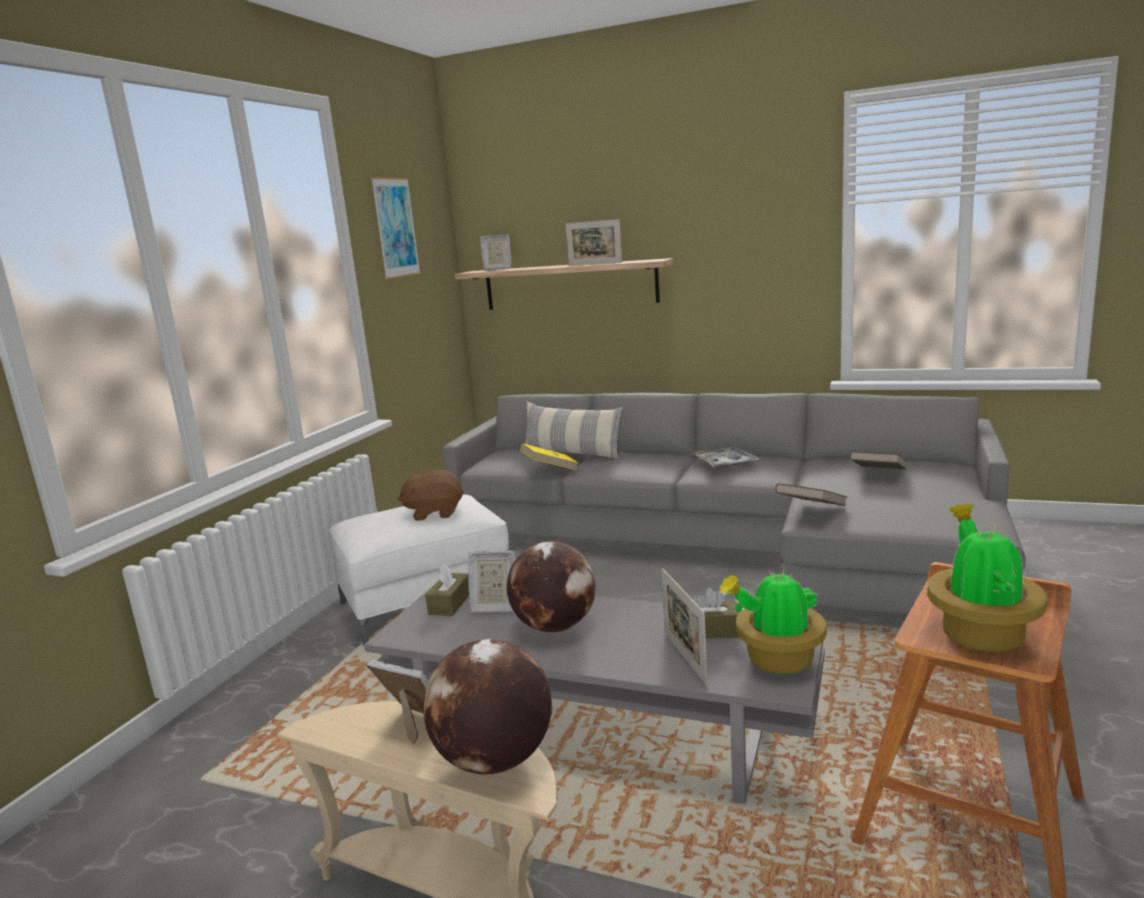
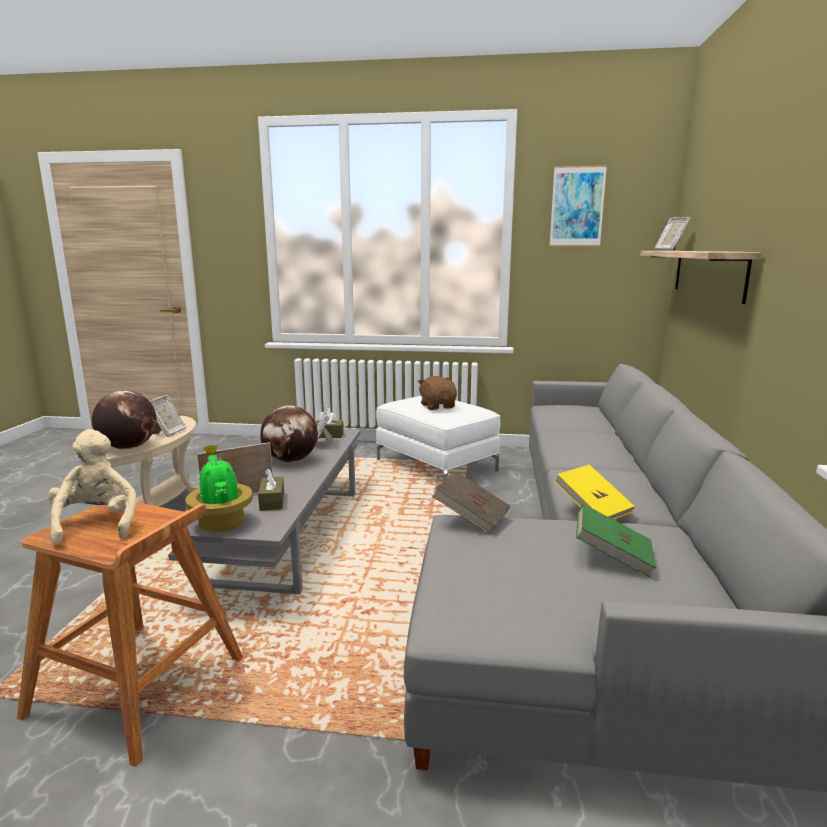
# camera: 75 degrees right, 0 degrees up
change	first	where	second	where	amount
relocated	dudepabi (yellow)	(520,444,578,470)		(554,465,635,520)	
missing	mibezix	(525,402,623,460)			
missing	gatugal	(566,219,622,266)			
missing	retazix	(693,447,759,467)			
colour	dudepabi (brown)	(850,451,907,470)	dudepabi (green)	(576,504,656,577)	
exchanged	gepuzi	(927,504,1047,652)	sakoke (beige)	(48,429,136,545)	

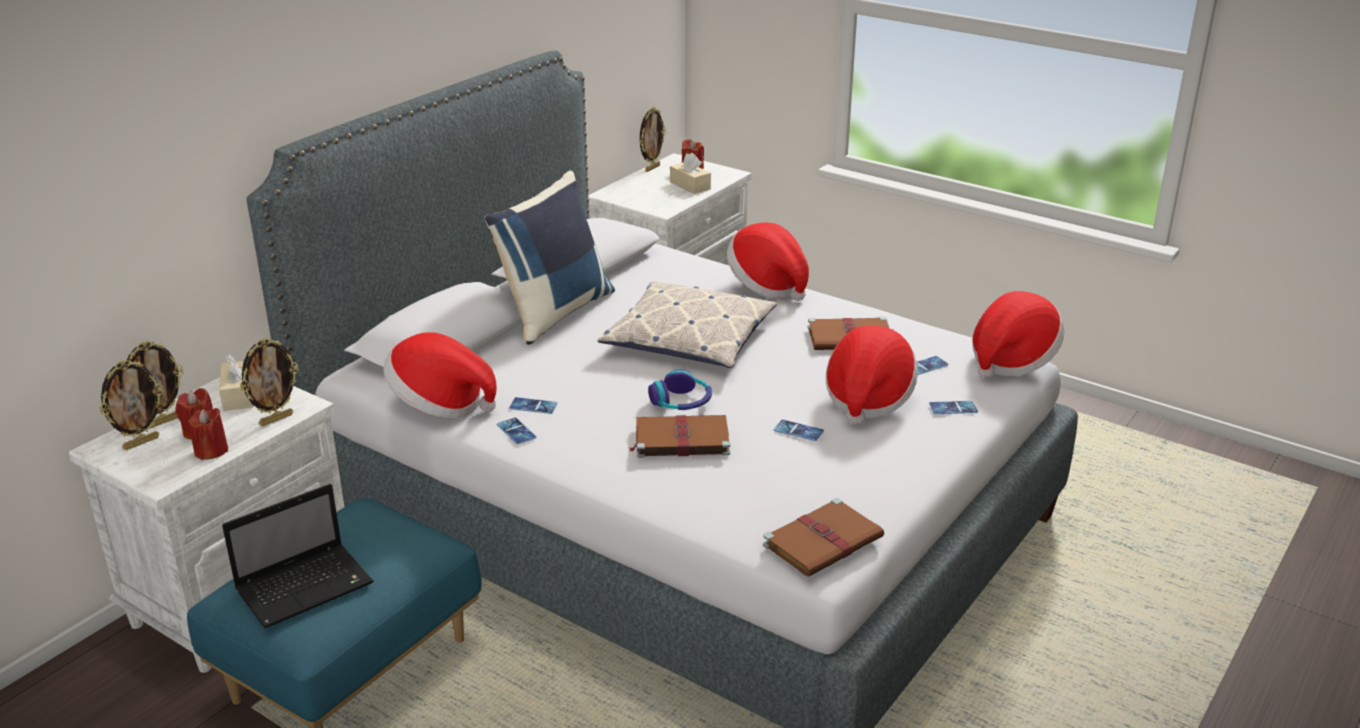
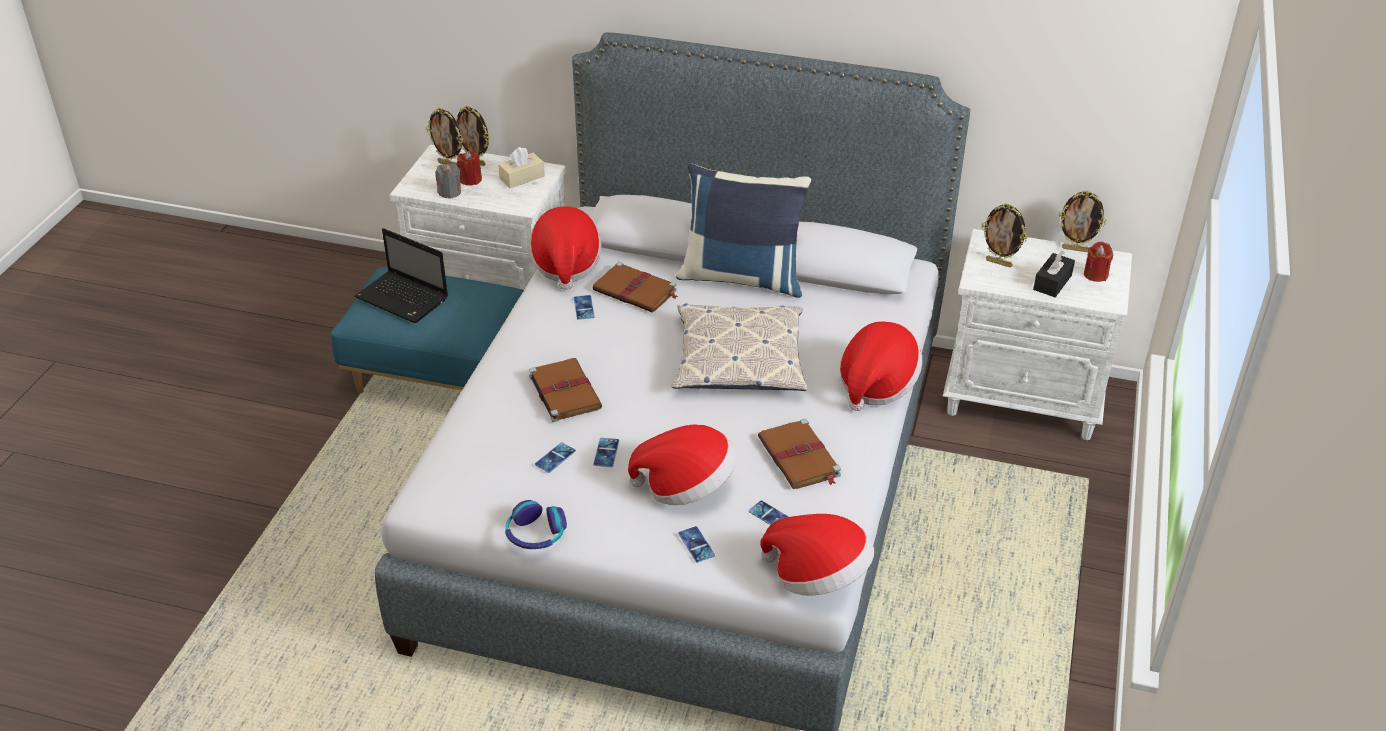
# camera: 70 degrees right, 10 degrees up
change	first	where	second	where	amount
colour	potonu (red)	(188,408,228,460)	potonu (grey)	(435,164,461,199)	
relocated	gatugal	(240,338,299,426)		(981,204,1027,267)	
relocated	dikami	(497,418,536,444)		(535,443,576,473)	
relocated	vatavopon	(648,370,712,410)		(505,500,567,549)	
colour	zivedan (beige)	(670,153,711,194)	zivedan (black)	(1033,251,1075,297)	
relocated	dudepabi (brown)	(763,498,884,577)		(593,262,679,312)	

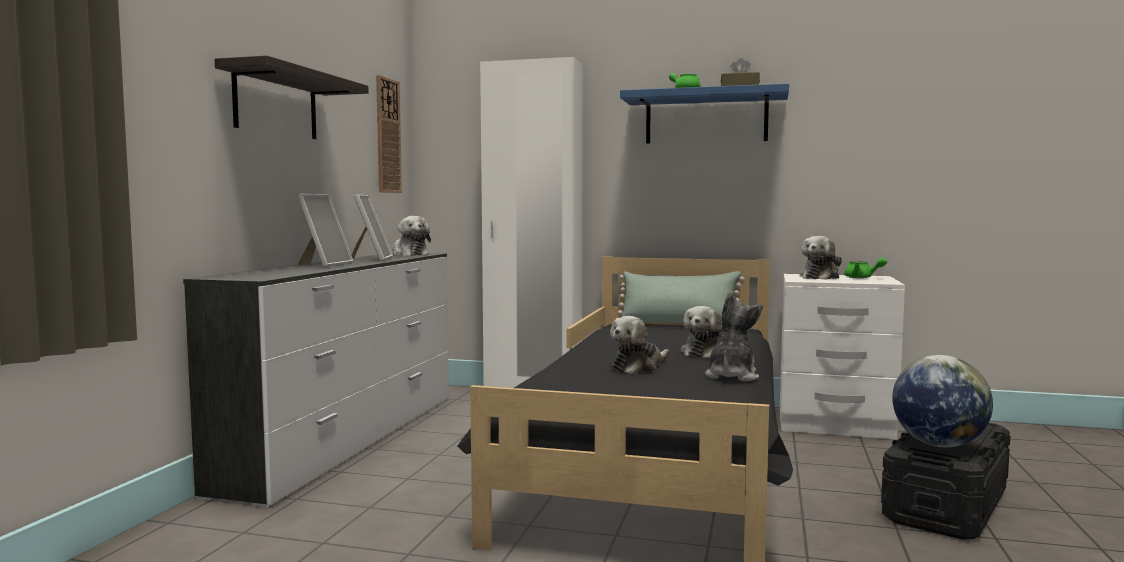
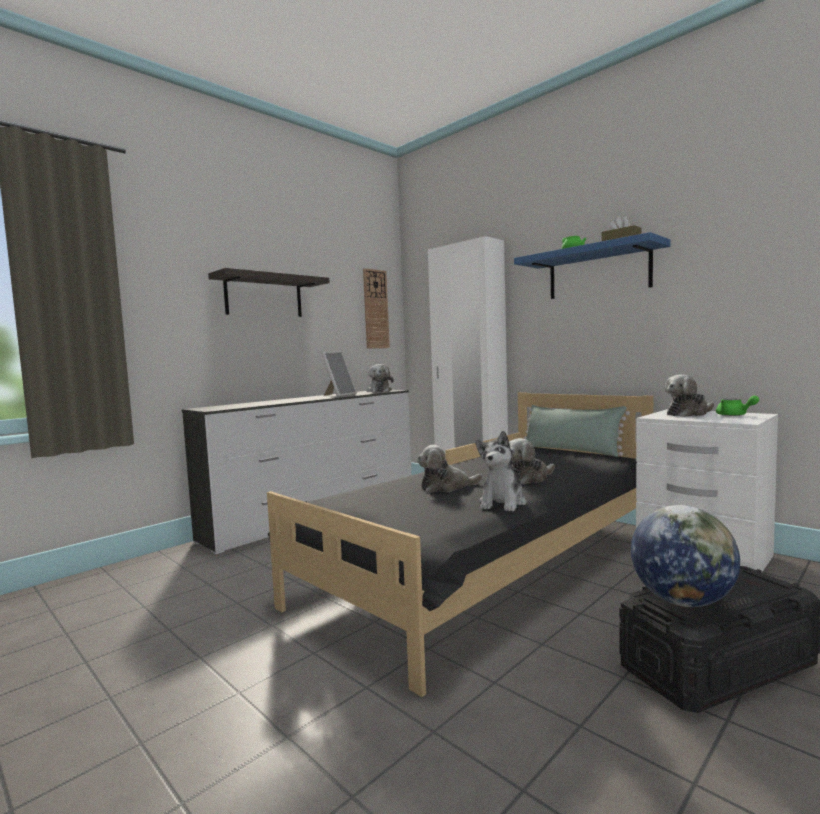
# camera: 30 degrees right, 0 degrees up
change	first	where	second	where	amount
missing	gatugal	(297,194,353,267)			
spun	sakoke	(705,291,763,381)		(475,431,526,511)	150 degrees clockwise

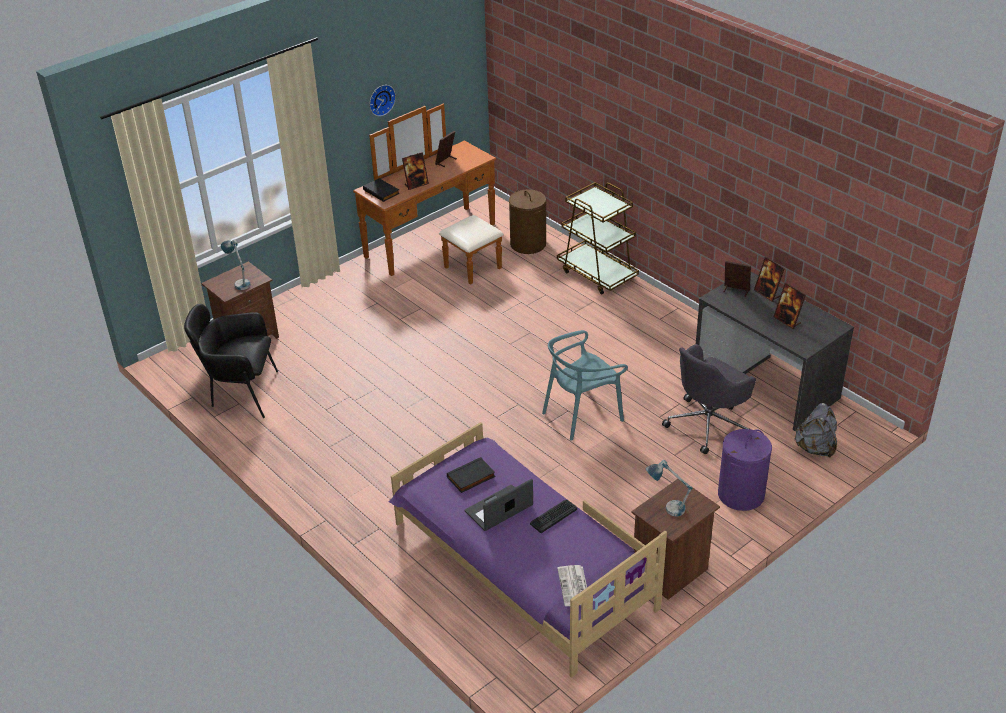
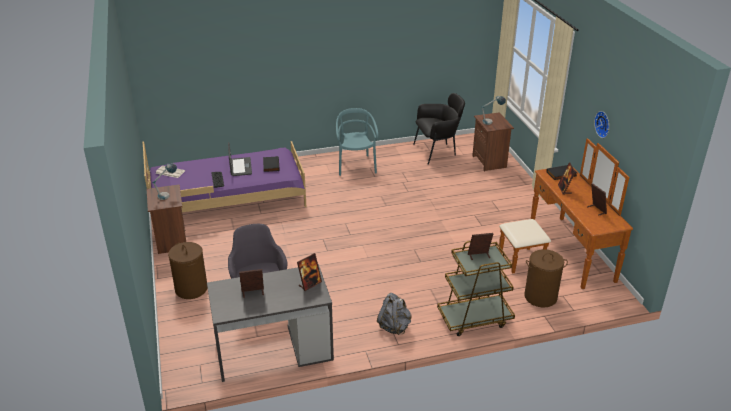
# camera: 115 degrees right, 5 degrees down
change	first	where	second	where	amount
spun	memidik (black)	(184,304,278,418)		(413,93,465,165)	45 degrees clockwise
relocated	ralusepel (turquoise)	(542,330,628,441)		(336,108,378,176)	
colour	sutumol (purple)	(718,429,772,511)	sutumol (brown)	(168,242,207,299)	
relocated	gatugal	(754,257,785,302)		(468,233,493,260)	
relocated	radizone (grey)	(795,403,837,458)		(377,293,412,335)	

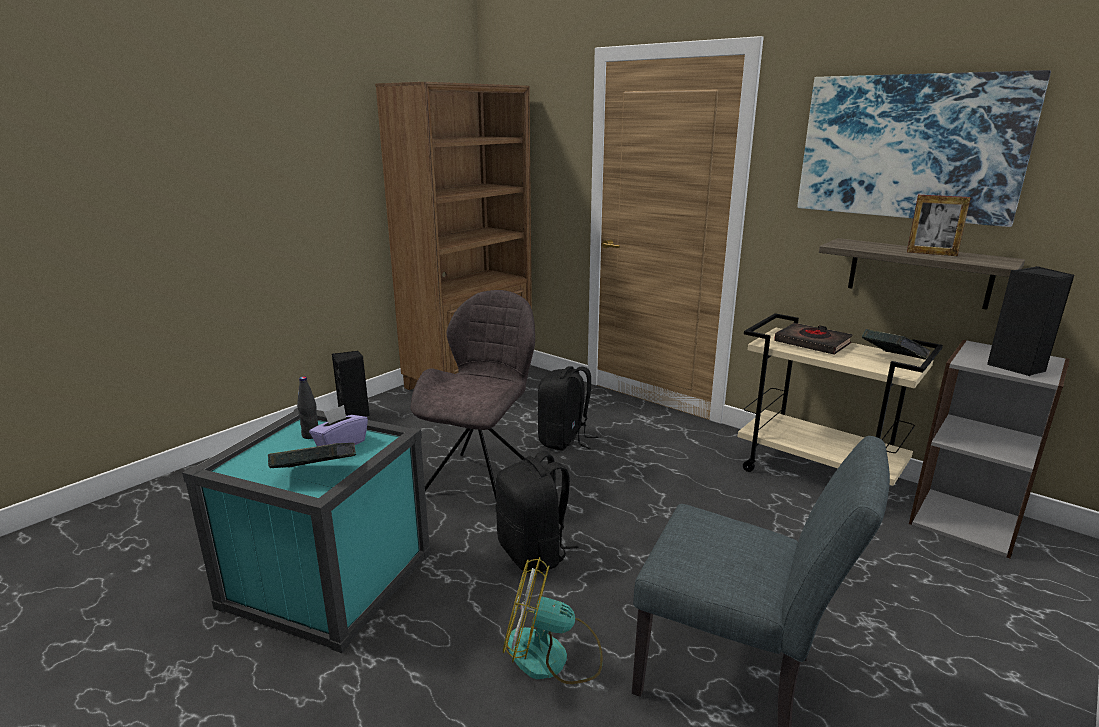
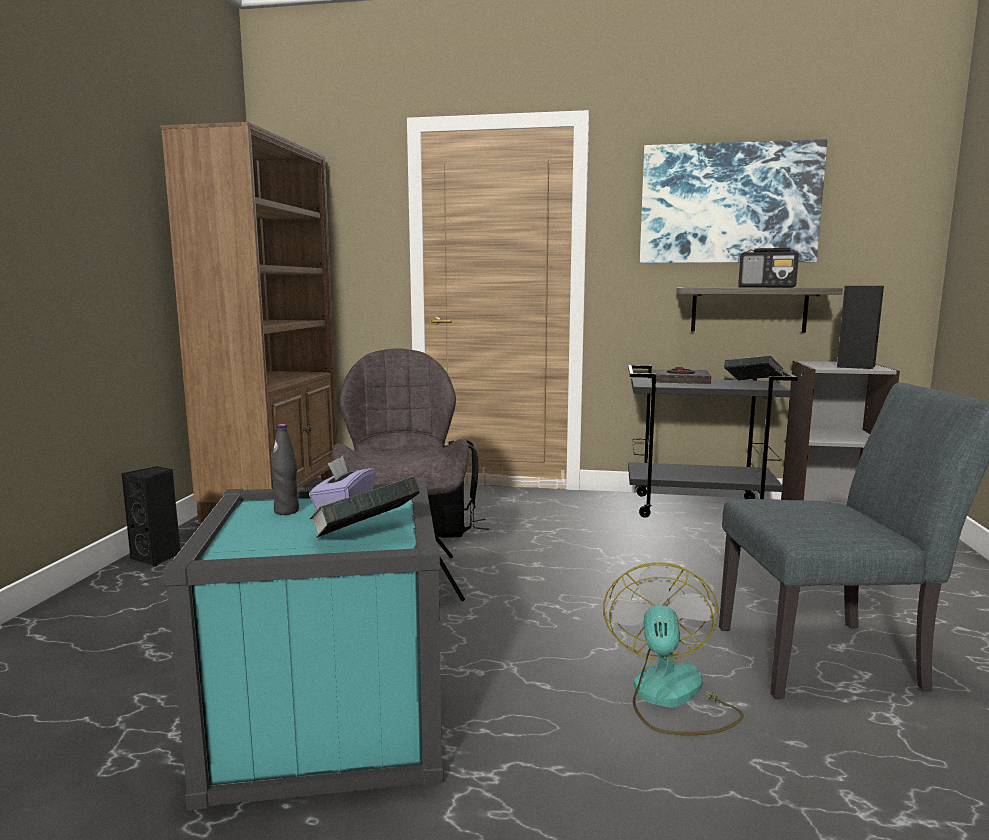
# camera: 30 degrees left, 10 degrees down
change	first	where	second	where	amount
missing	radizone (black)	(495,451,579,573)			
spun	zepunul	(503,557,603,684)		(603,562,744,735)	120 degrees clockwise
colour	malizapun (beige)	(738,313,943,486)	malizapun (black)	(628,365,798,518)	
exchanged	gatugal	(907,195,971,256)	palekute	(738,248,799,287)	

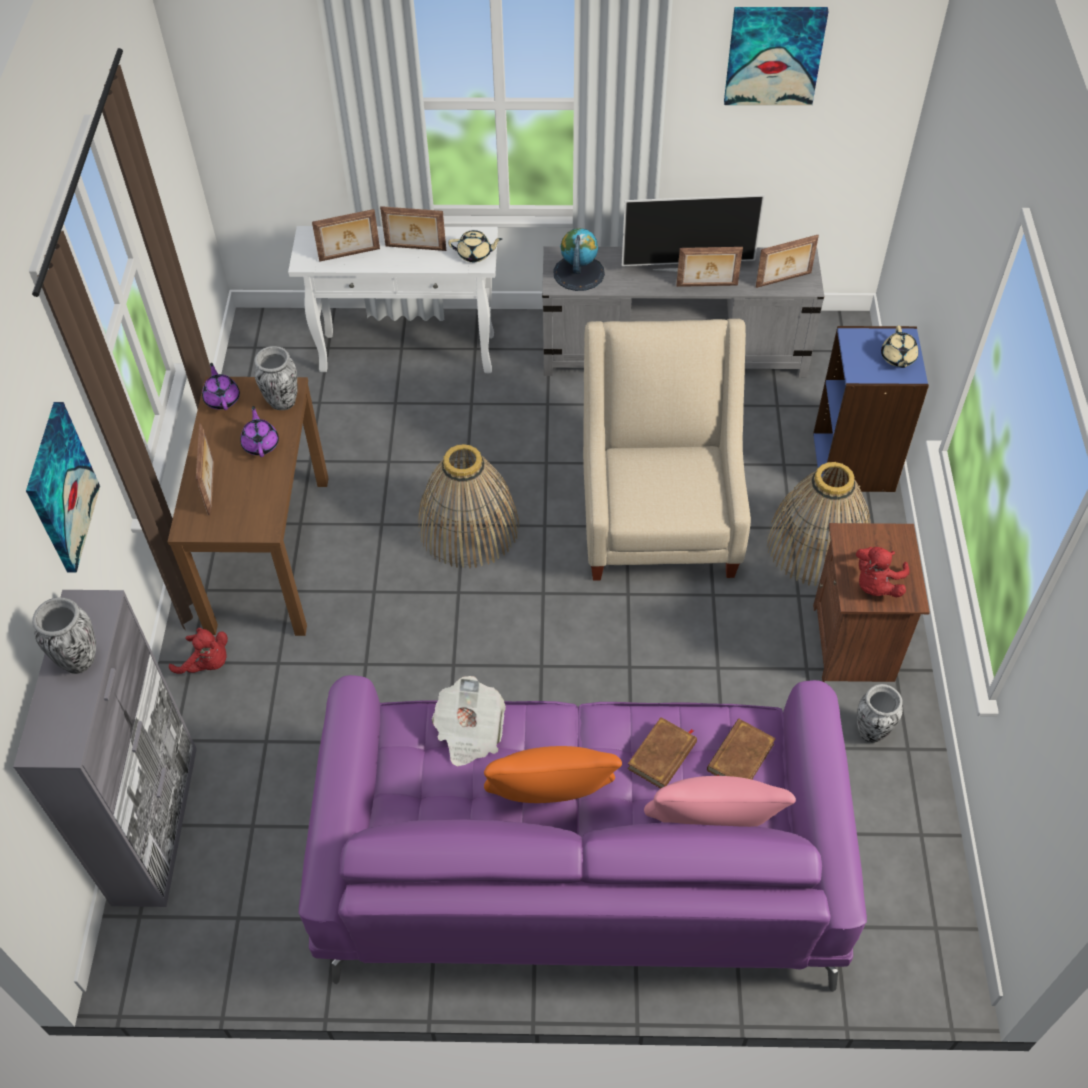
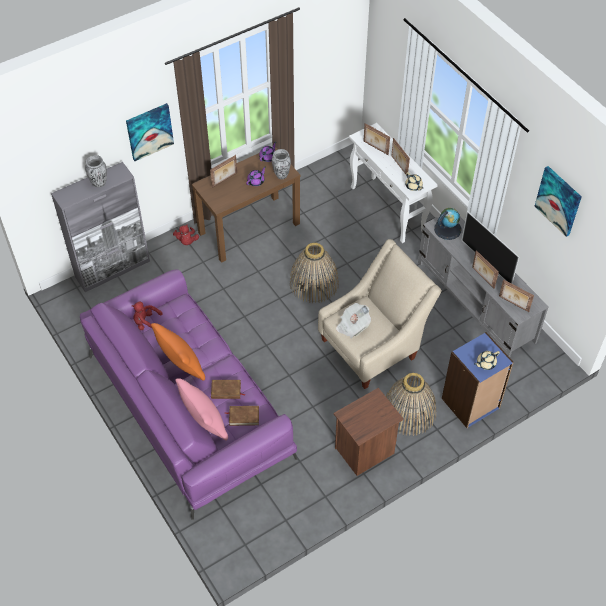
# camera: 55 degrees right, 0 degrees up
change	first	where	second	where	amount
relocated	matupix	(432,676,506,766)		(336,303,371,339)	
relocated	sakoke (red)	(856,547,910,597)		(132,302,162,330)	
missing	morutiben	(857,684,903,743)			

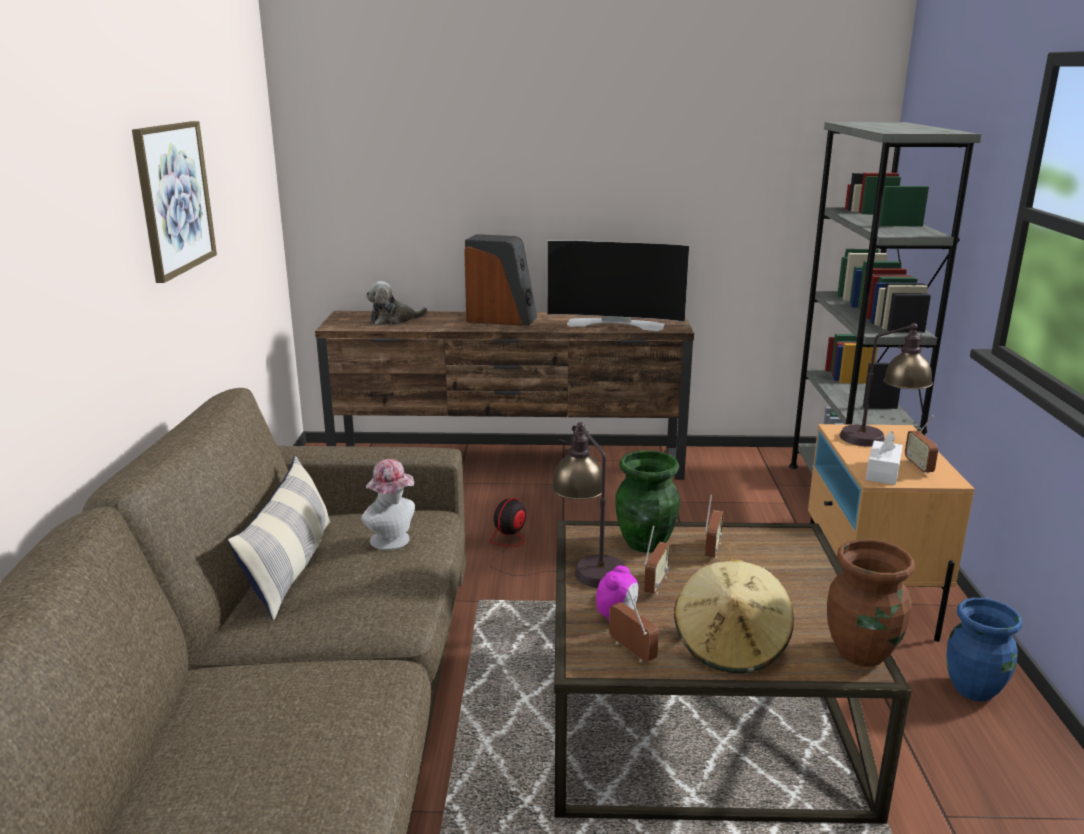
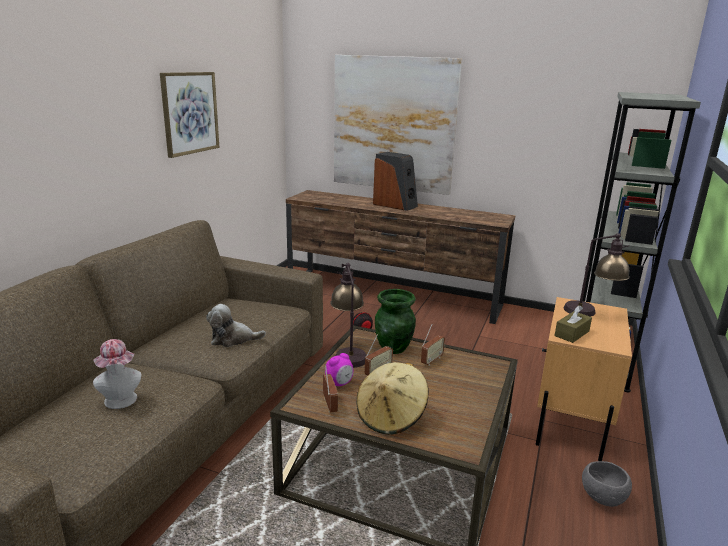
# camera: 20 degrees right, 0 degrees up
change	first	where	second	where	amount
missing	mibezix	(228,456,330,620)			
relocated	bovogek	(361,459,415,550)		(93,339,141,409)	
relocated	sakoke	(366,281,427,325)		(206,304,266,347)	
missing	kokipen	(547,240,690,331)			
missing	morutiben (brown)	(827,539,915,667)			
colour	zivedan (white)	(866,431,903,485)	zivedan (brown)	(555,306,592,343)	
missing	palekute	(905,415,938,474)			
exchanged	morutiben (blue)	(946,598,1022,701)	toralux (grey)	(582,461,632,507)	
appeared			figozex	(334,55,462,195)	

